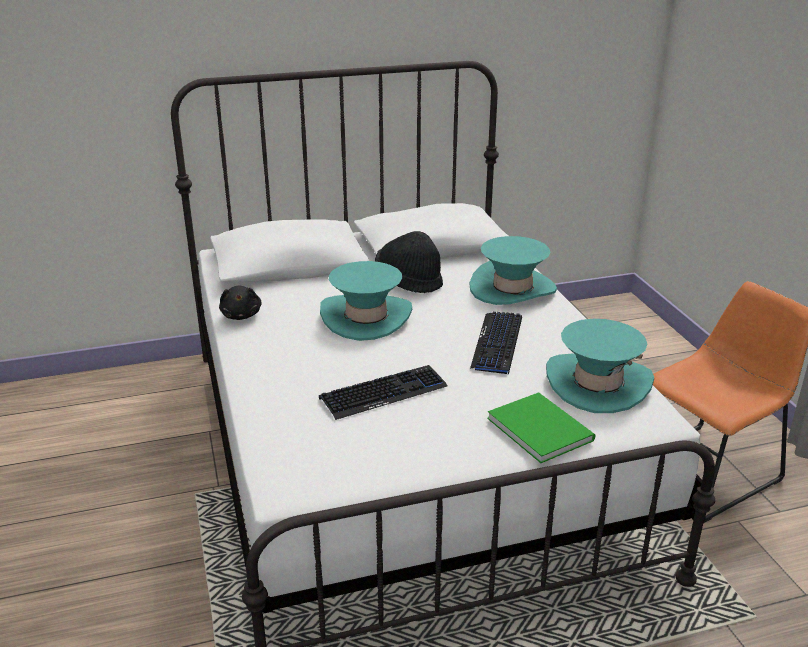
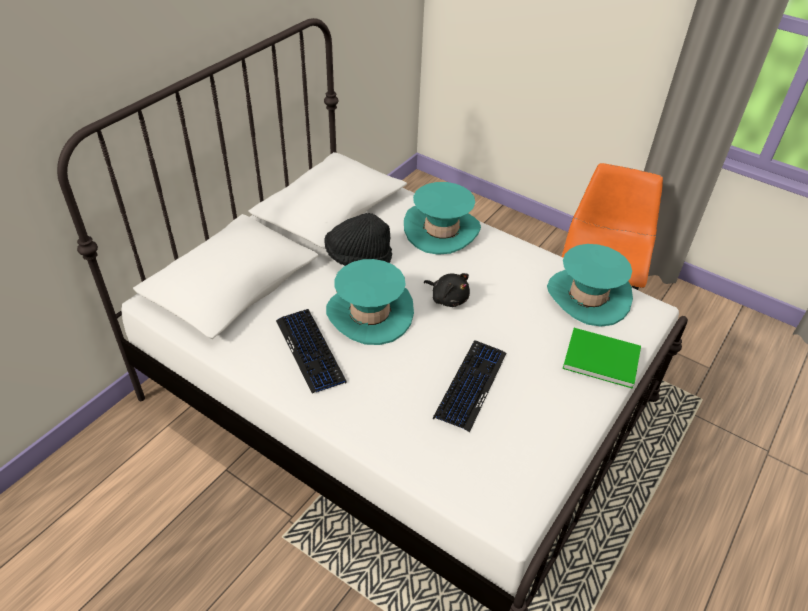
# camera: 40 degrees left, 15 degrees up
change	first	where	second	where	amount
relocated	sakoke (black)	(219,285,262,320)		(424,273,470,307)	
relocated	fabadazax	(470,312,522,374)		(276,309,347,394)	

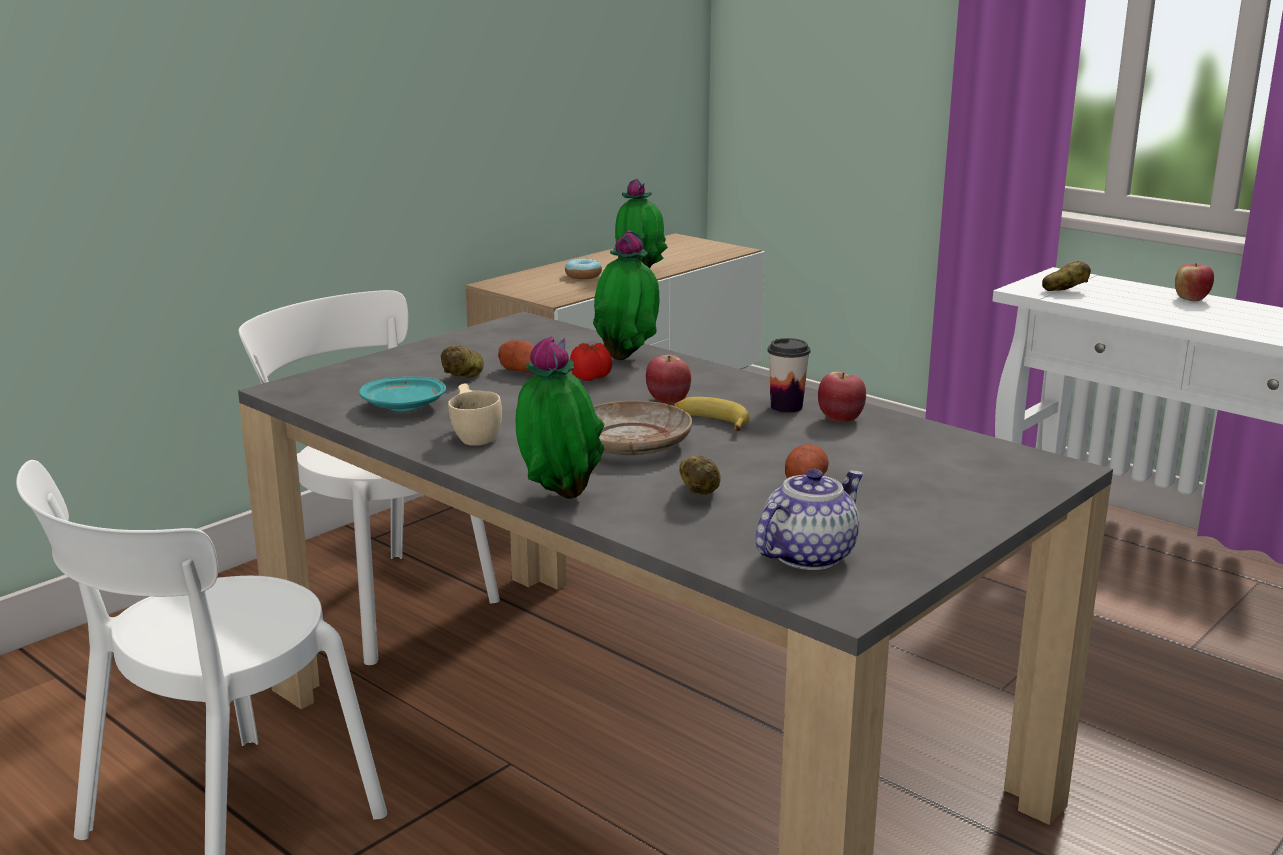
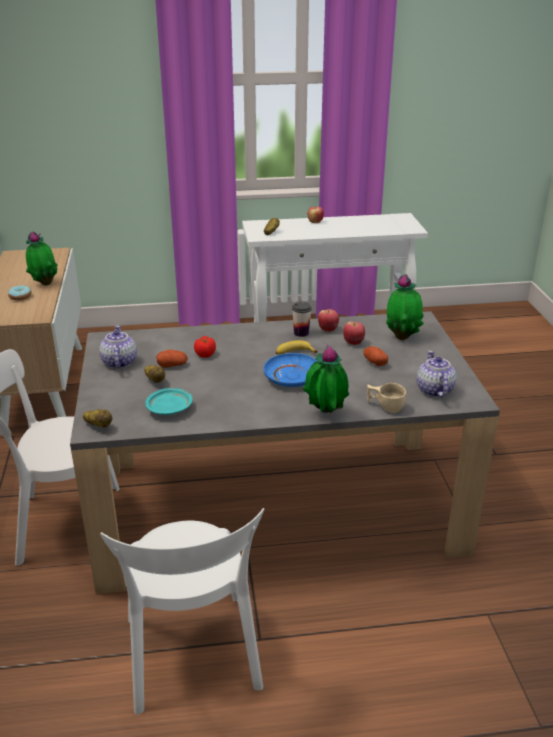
# camera: 50 degrees left, 10 degrees up
change	first	where	second	where	amount
relocated	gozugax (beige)	(448,383,502,446)		(367,383,406,413)	
relocated	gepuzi	(593,230,659,360)		(386,274,424,340)	
colour	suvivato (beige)	(593,401,692,455)	suvivato (blue)	(263,353,317,387)	
relocated	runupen	(646,355,691,404)		(343,321,365,345)	
relocated	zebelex	(679,456,721,495)		(83,409,112,428)	
appeared			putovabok	(99,326,137,368)	

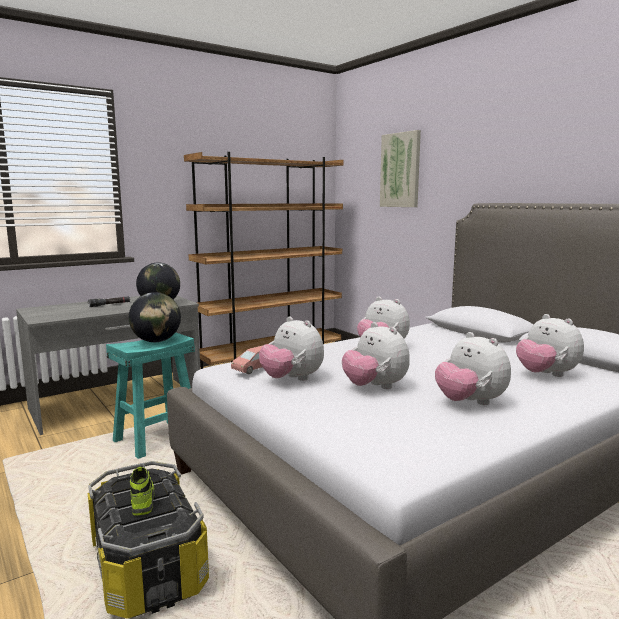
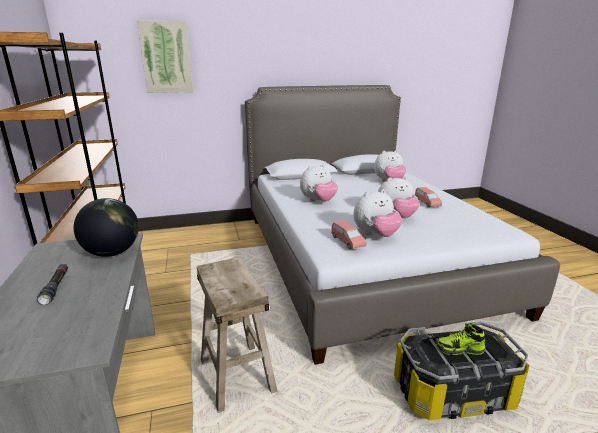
# camera: 70 degrees left, 10 degrees up
change	first	where	second	where	amount
colour	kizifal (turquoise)	(106,332,195,459)	kizifal (beige)	(197,257,278,413)	
missing	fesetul	(129,292,181,342)			
exchanged	sakoke	(435,332,511,405)	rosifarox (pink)	(415,187,442,207)	

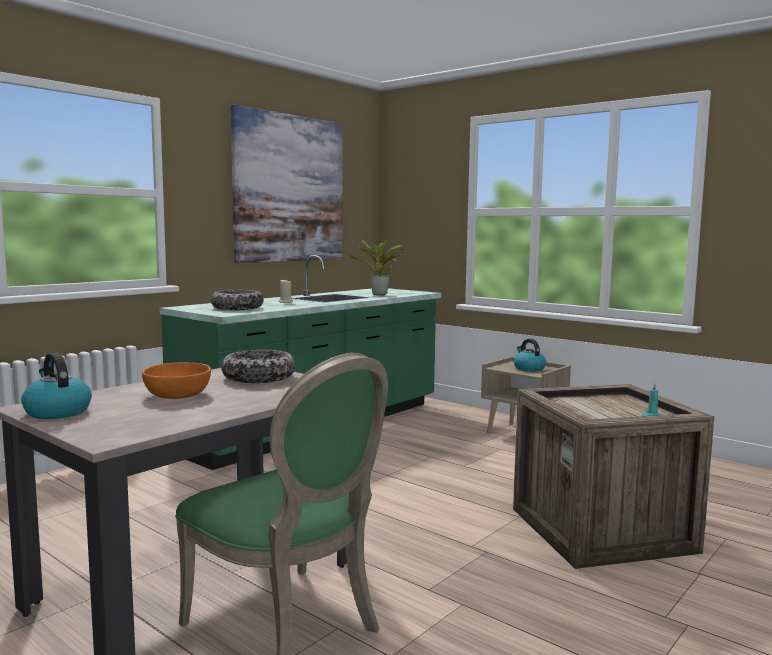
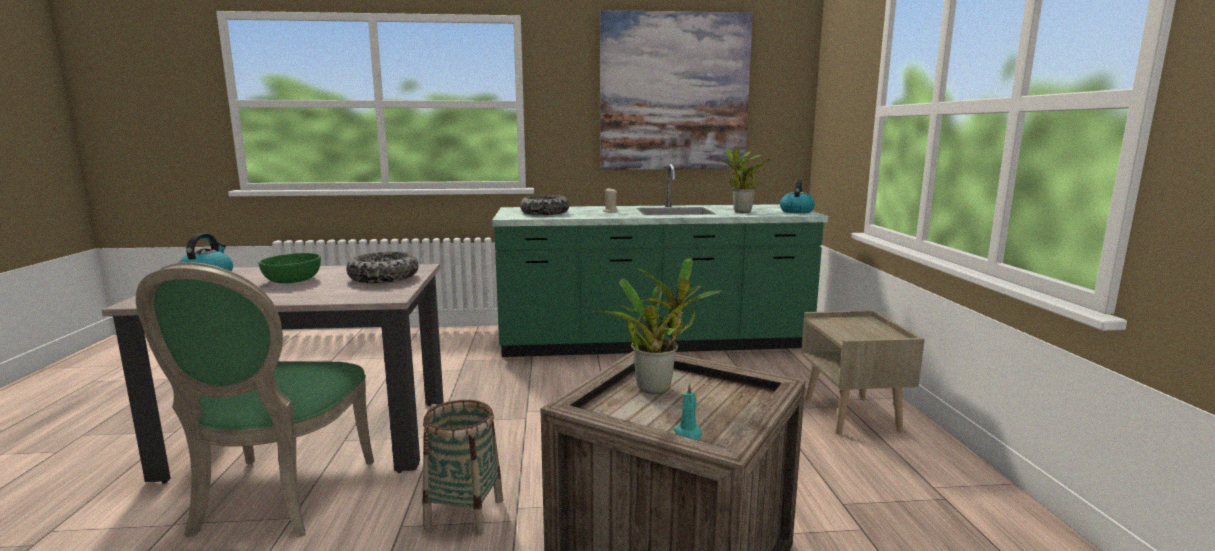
# camera: 45 degrees right, 5 degrees up
change	first	where	second	where	amount
colour	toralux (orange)	(142,362,211,399)	toralux (green)	(258,253,321,283)	
relocated	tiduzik	(514,339,546,371)		(780,179,815,213)	
appeared			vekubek	(423,400,503,535)	
appeared			gepuzi	(592,258,722,394)	

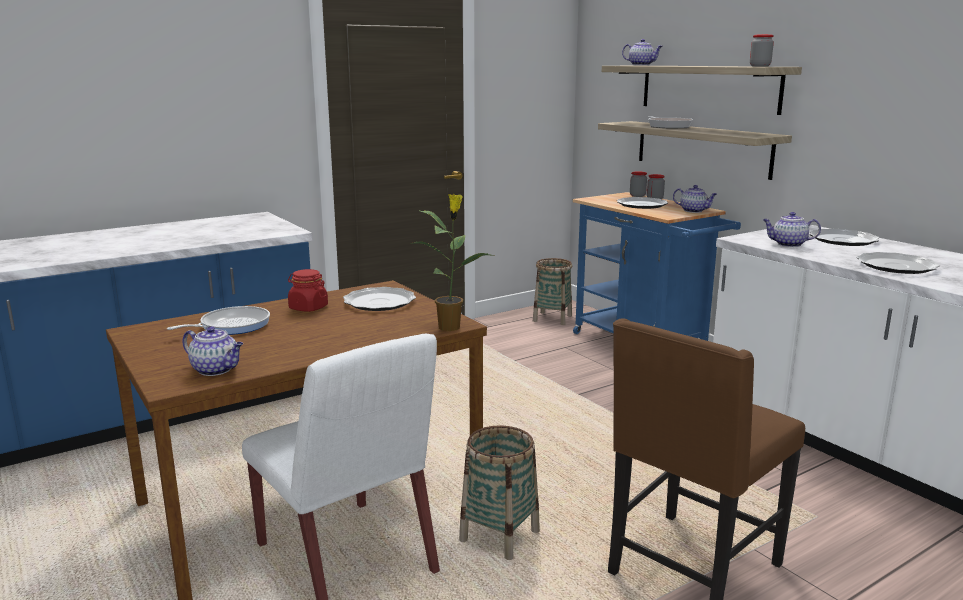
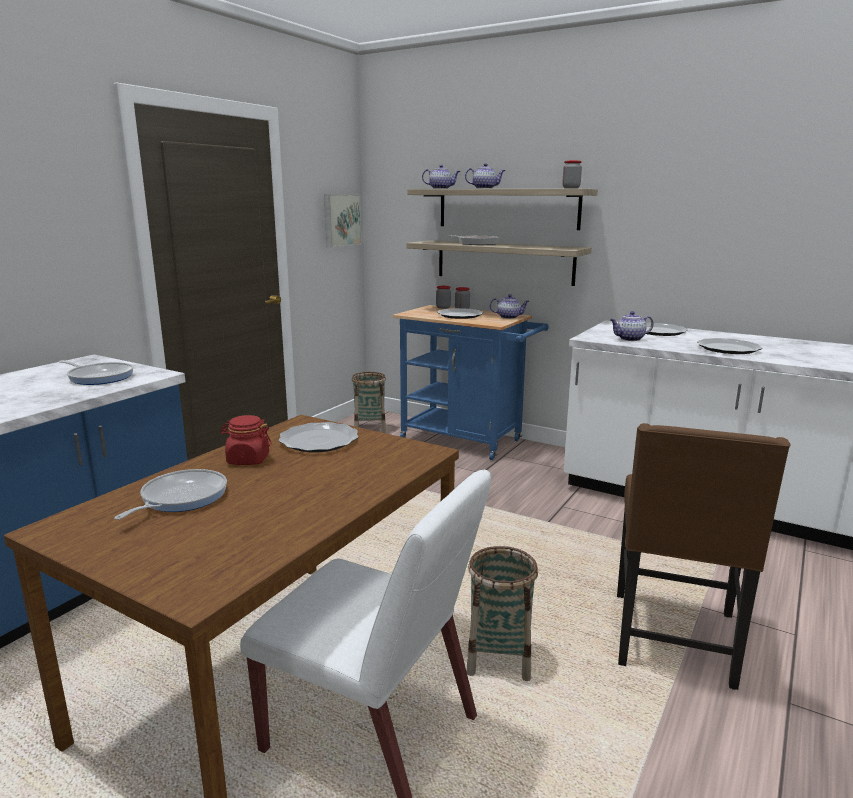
# camera: 25 degrees left, 0 degrees up
change	first	where	second	where	amount
relocated	putovabok	(182,326,243,376)		(465,163,505,189)	
missing	gepuzi	(411,194,491,331)			
appeared			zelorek	(59,360,134,385)	
appeared			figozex	(324,194,362,247)	

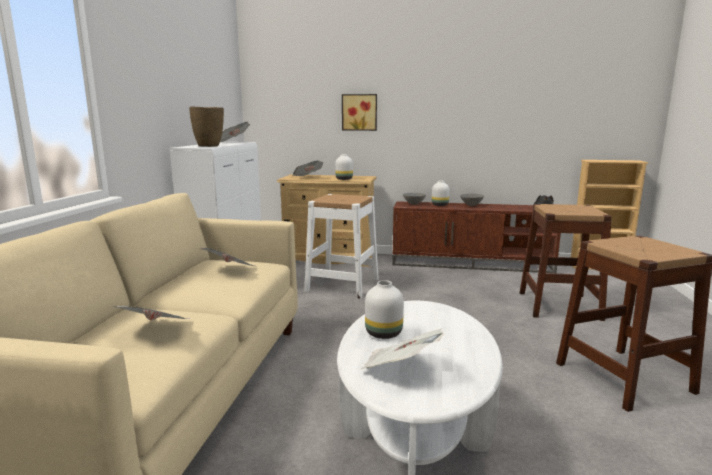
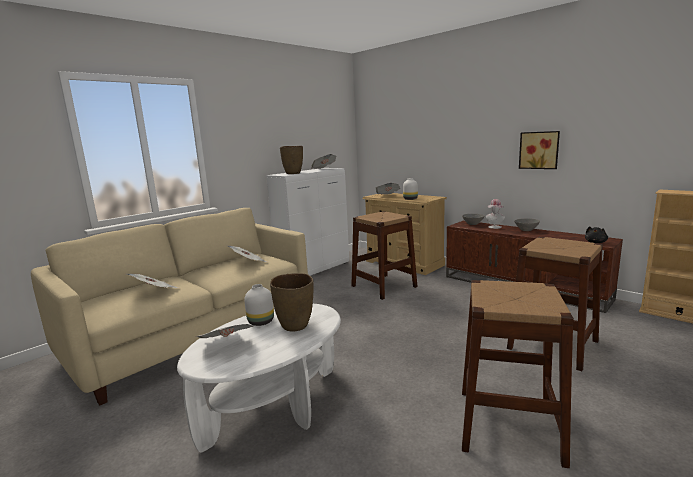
# camera: 35 degrees right, 0 degrees up
change	first	where	second	where	amount
colour	kizifal (white)	(304,194,379,299)	kizifal (brown)	(351,211,418,300)	
relocated	figozex	(342,94,377,131)		(519,131,560,169)	
exchanged	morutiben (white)	(432,181,450,206)	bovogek	(486,199,505,229)	
appeared			morutiben (brown)	(270,273,314,331)	

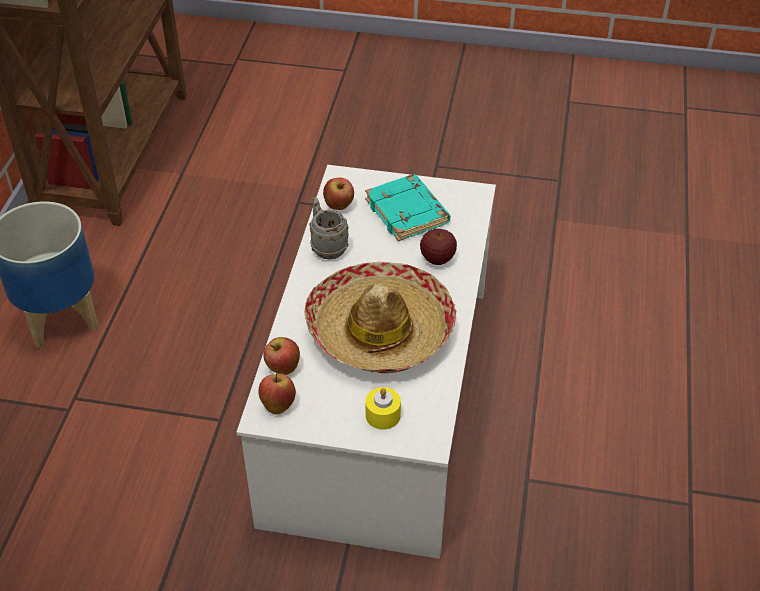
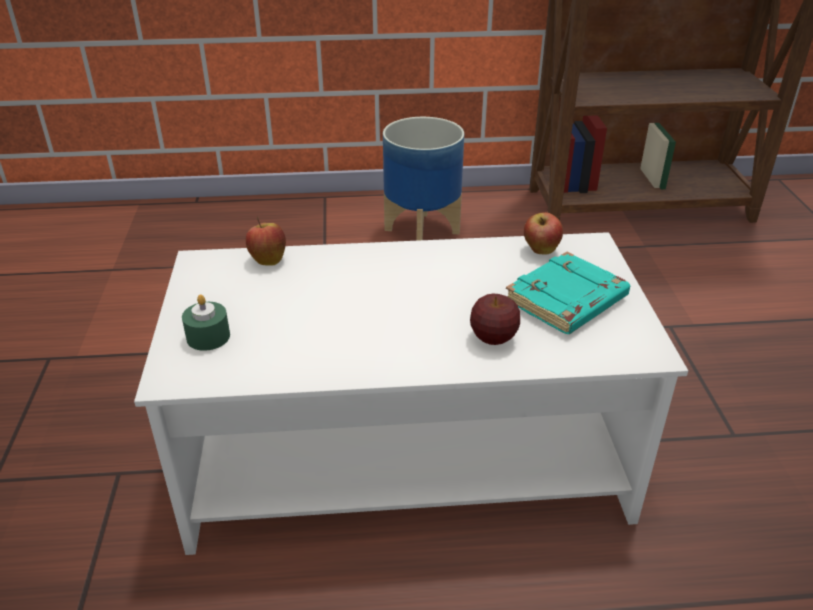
# camera: 75 degrees right, 10 degrees down
change	first	where	second	where	amount
missing	runupen	(258,370,296,414)			
missing	bovogek	(305,262,456,373)			
missing	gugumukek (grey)	(309,197,349,259)			
colour	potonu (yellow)	(365,387,401,430)	potonu (green)	(182,295,230,351)	

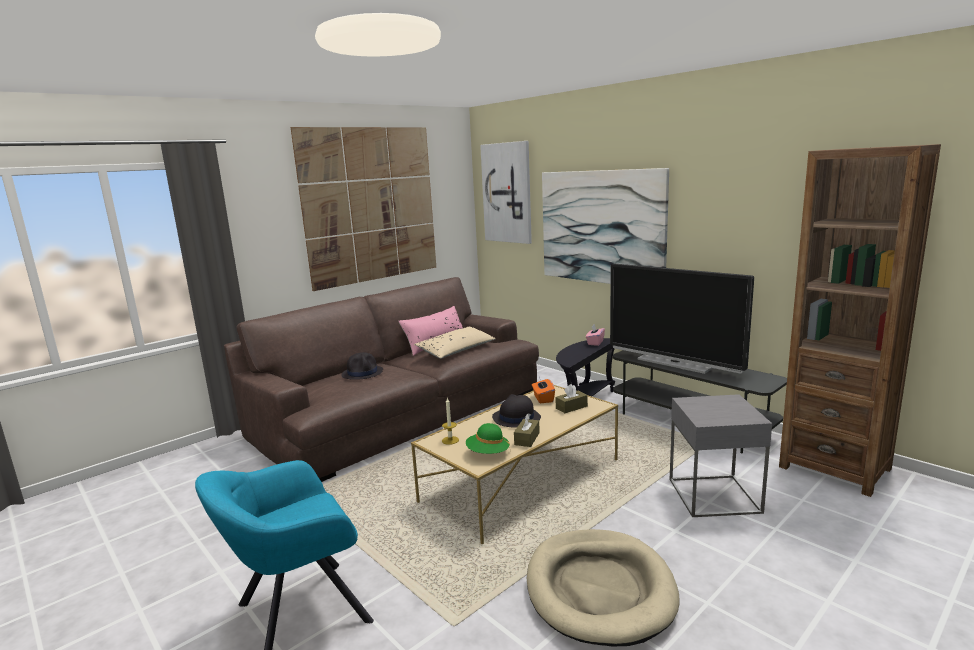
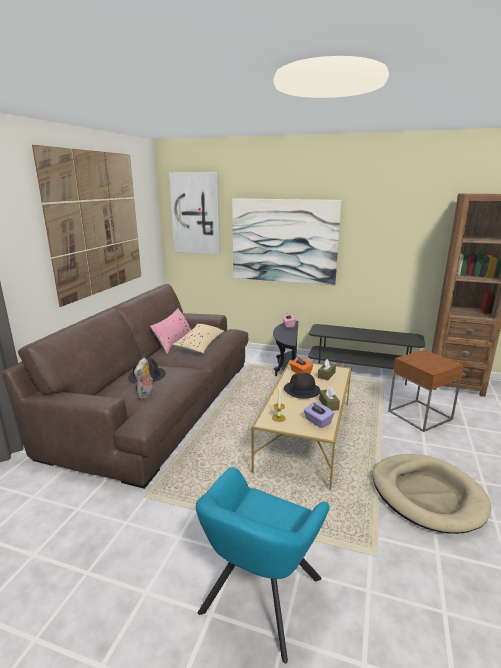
# camera: 30 degrees left, 5 degrees up
change	first	where	second	where	amount
exchanged	bovogek (green)	(466,423,510,454)	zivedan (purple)	(304,402,334,428)	
missing	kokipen	(610,264,754,374)			
colour	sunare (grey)	(670,394,772,517)	sunare (brown)	(388,350,464,432)	
appeared			sakoke	(134,358,154,399)	

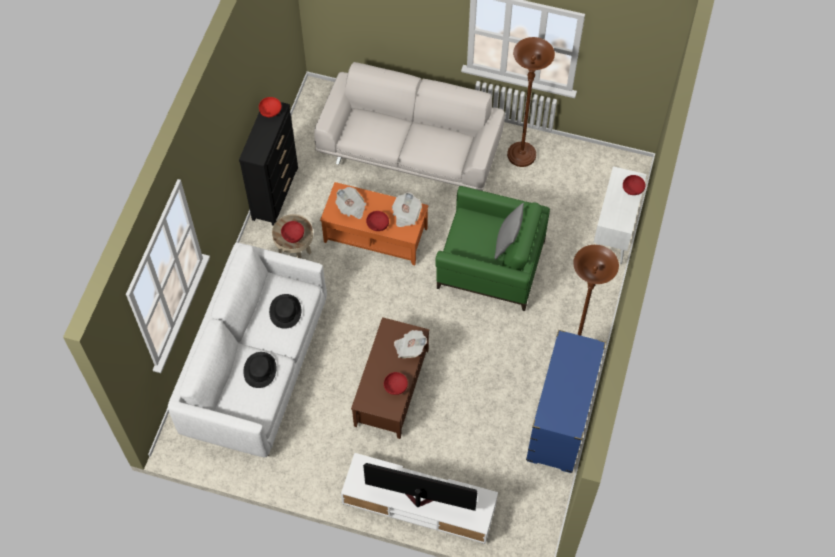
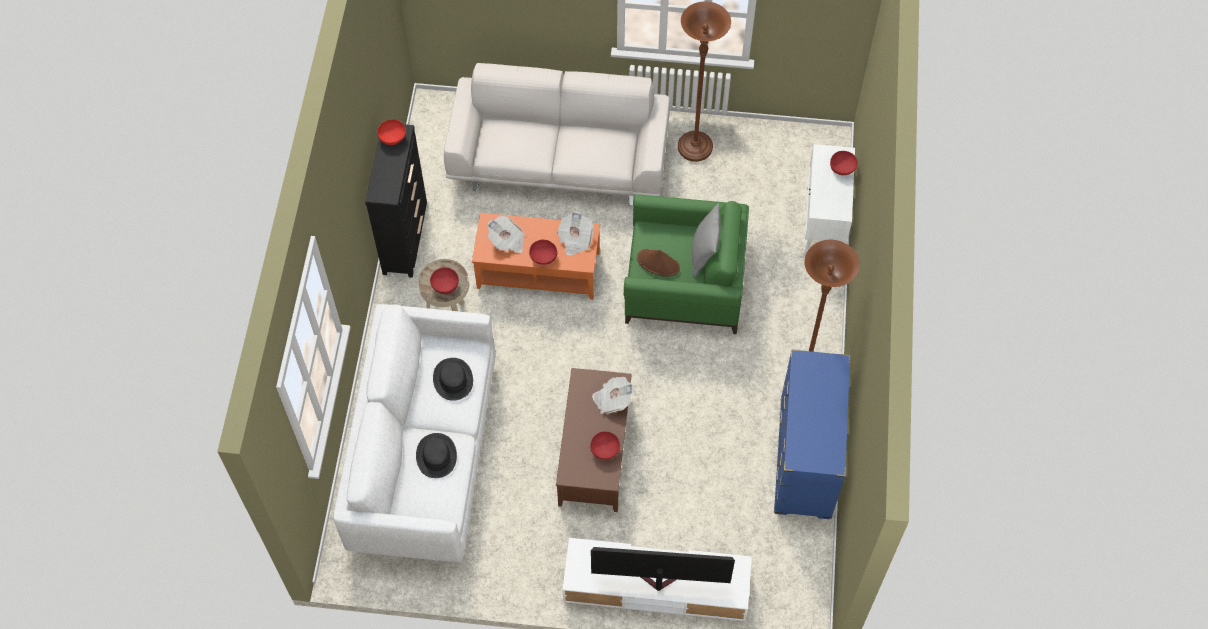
# camera: 10 degrees left, 0 degrees up
change	first	where	second	where	amount
appeared			bovogek (brown)	(637,249,680,277)	

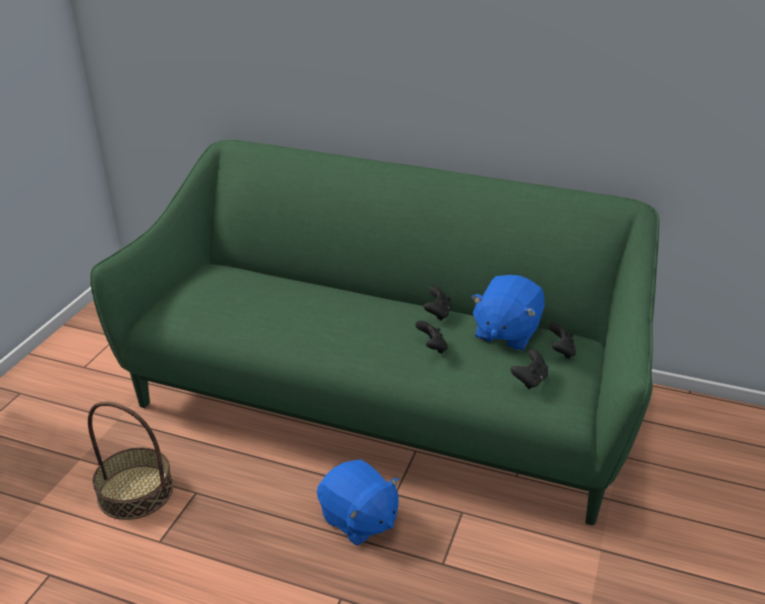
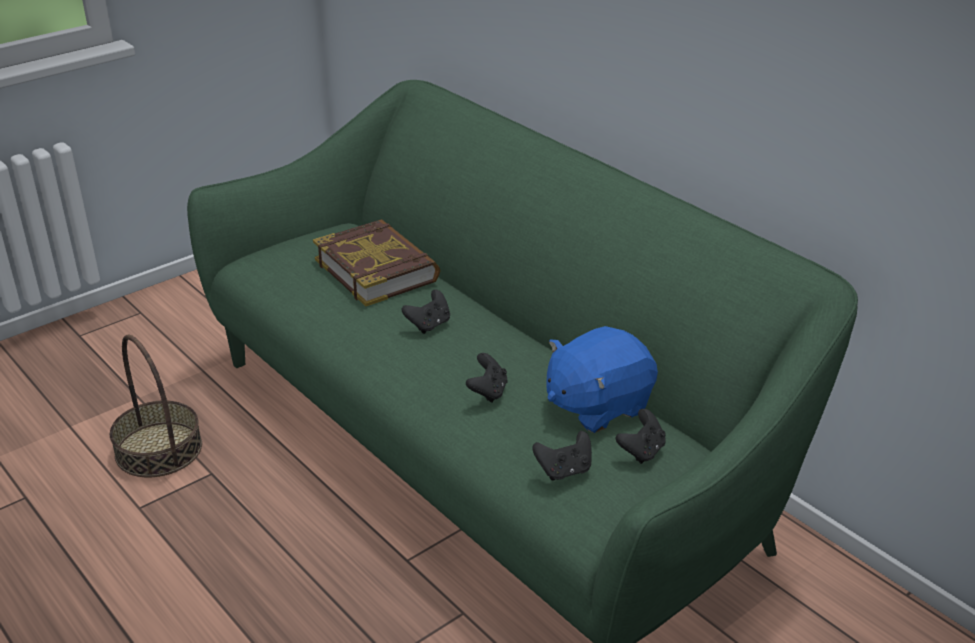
# camera: 30 degrees right, 0 degrees up
change	first	where	second	where	amount
missing	sakoke (blue)	(317,459,400,546)			
relocated	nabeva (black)	(424,286,451,321)		(402,289,450,334)	
appeared			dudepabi	(313,219,441,306)	

